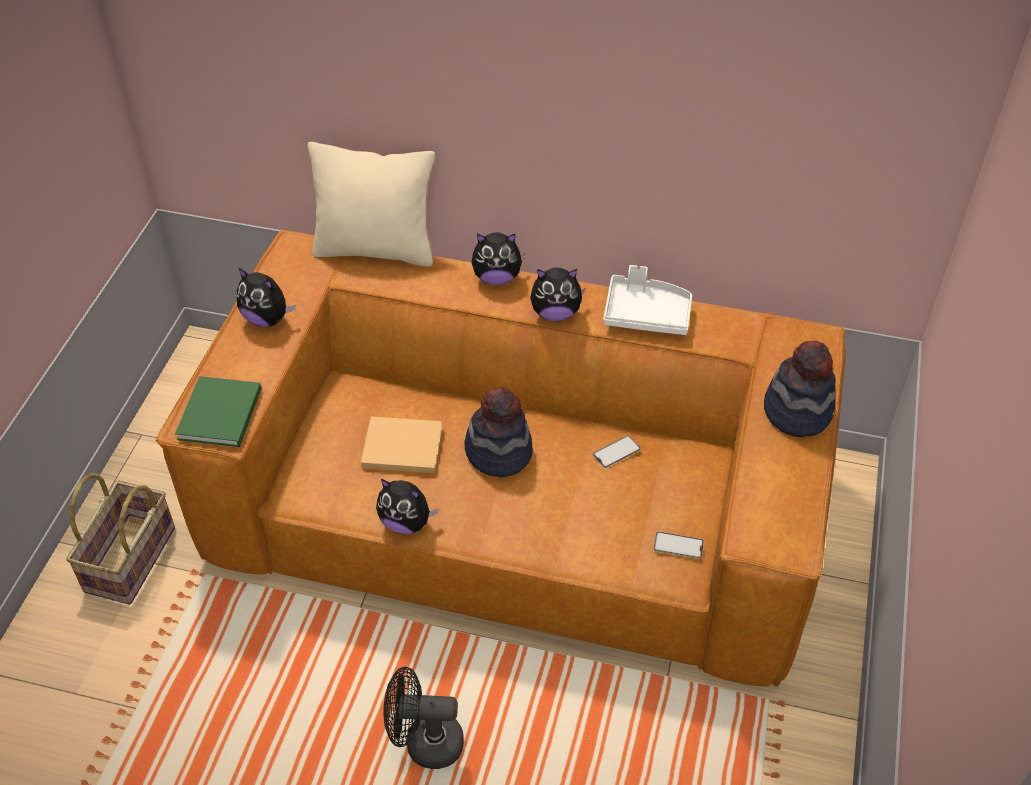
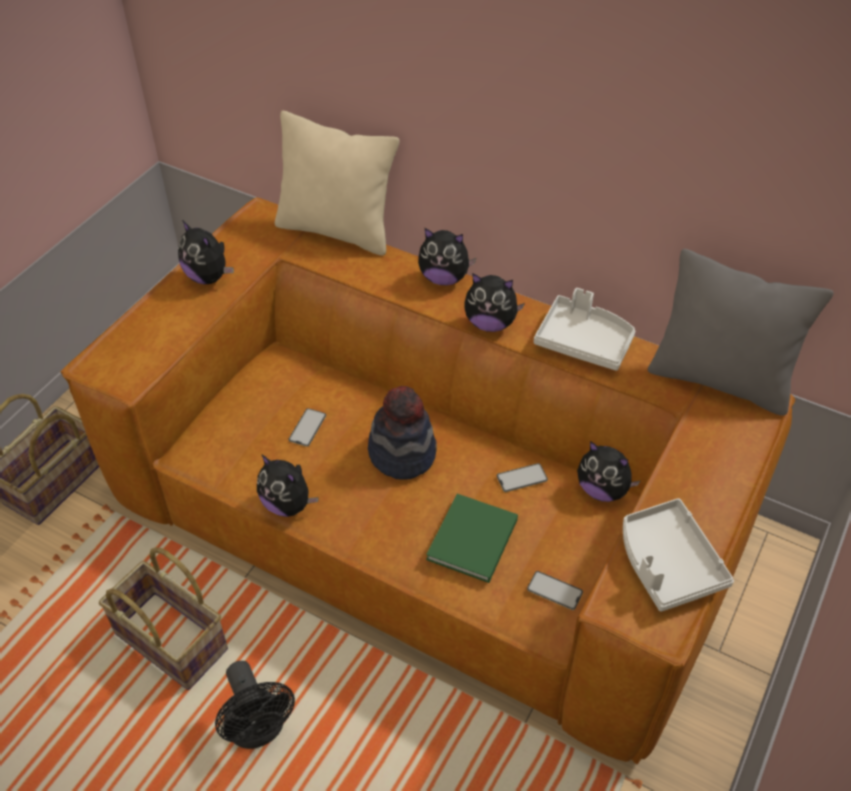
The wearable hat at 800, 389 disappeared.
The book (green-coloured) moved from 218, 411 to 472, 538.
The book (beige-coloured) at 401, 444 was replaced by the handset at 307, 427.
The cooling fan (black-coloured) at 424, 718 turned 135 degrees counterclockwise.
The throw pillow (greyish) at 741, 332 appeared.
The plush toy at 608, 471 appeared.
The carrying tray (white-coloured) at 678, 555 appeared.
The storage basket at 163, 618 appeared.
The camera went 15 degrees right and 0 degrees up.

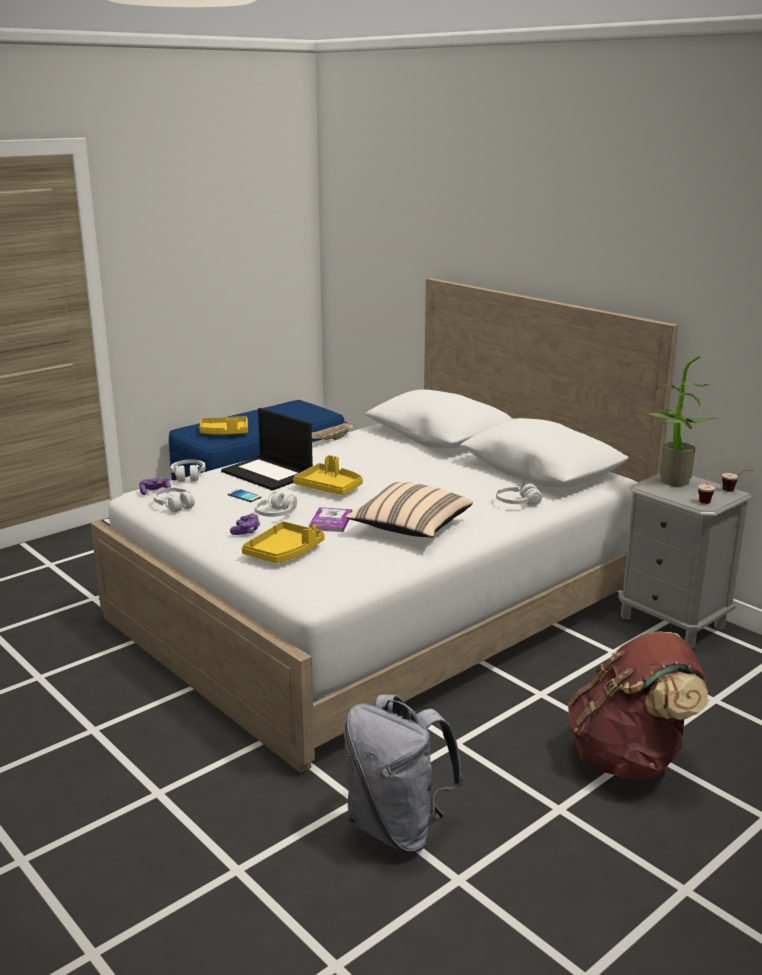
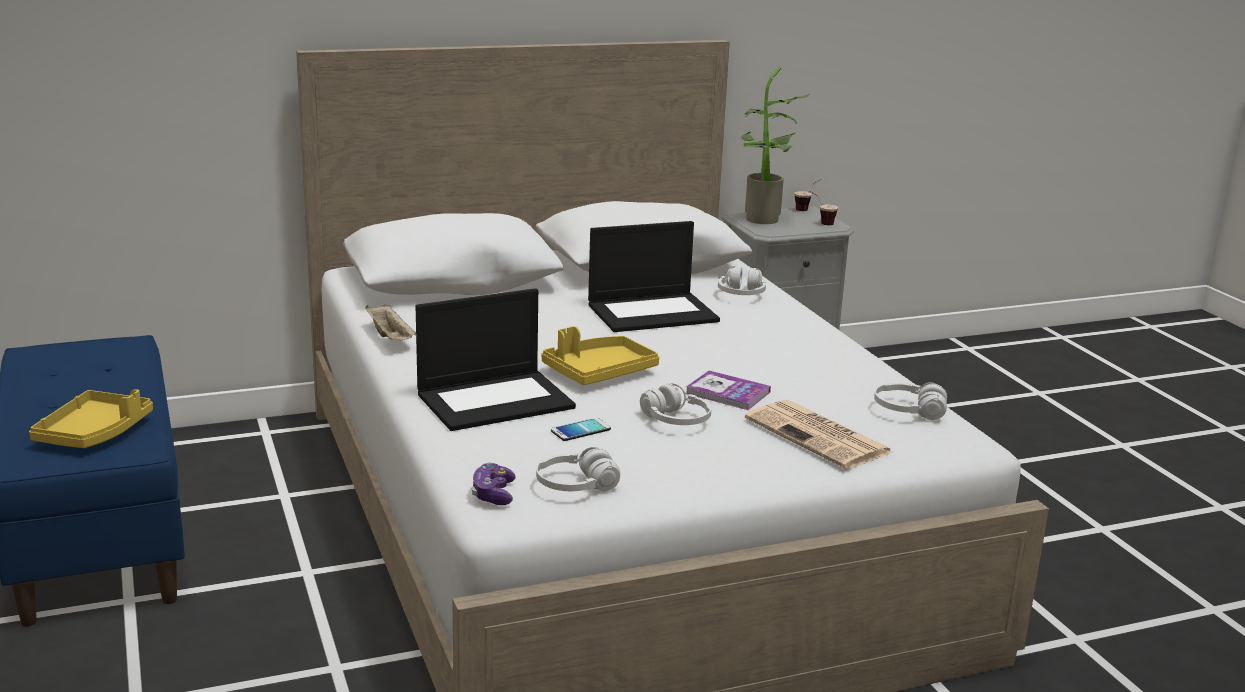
The headset (white-coloured) moved from 188, 471 to 910, 401.
The throw pillow (beige-coloured) at 409, 509 disappeared.
The joypad at 245, 524 disappeared.
The carrying tray (yellowish) at 283, 542 was replaced by the newspaper at 819, 434.
The knapsack (brown) at 638, 705 disappeared.
The knapsack (greyish) at 403, 774 disappeared.
The notebook computer at 654, 276 appeared.
The camera went 70 degrees left and 0 degrees up.

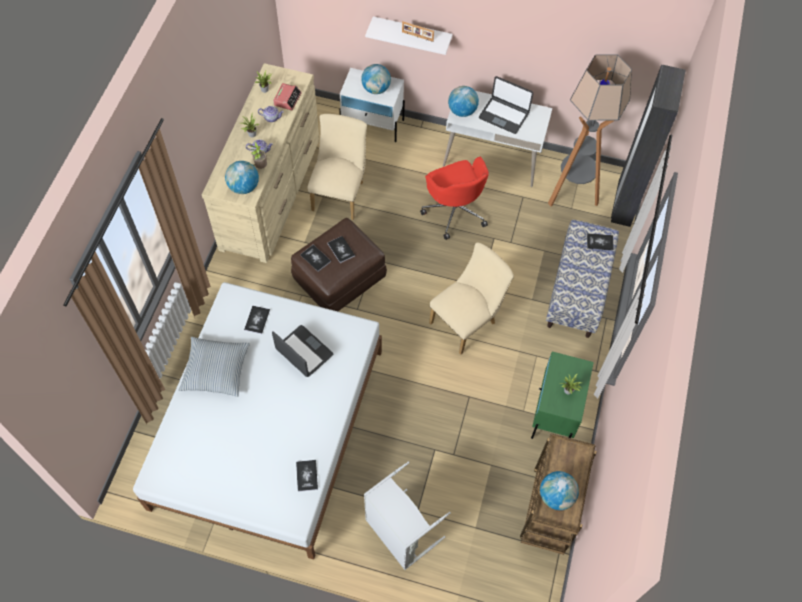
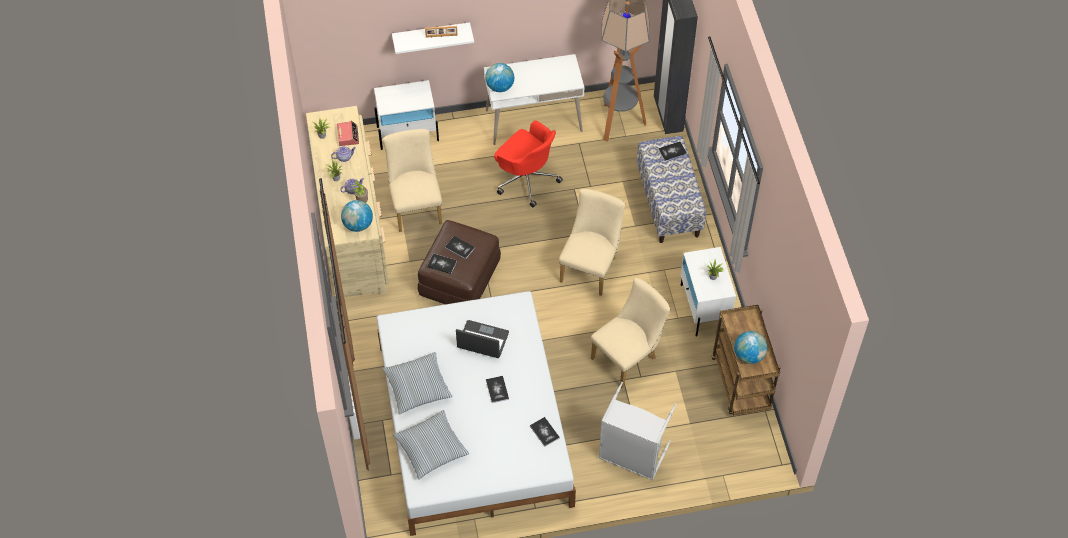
The globe at 376, 79 disappeared.
The notebook computer at 506, 105 disappeared.
The book moved from 257, 319 to 497, 389.
The nightstand (green-coloured) at 562, 395 became the nightstand (white-coloured) at 708, 292.
The upright chair (beige-coloured) at 630, 333 appeared.
The throw pillow at 431, 445 appeared.
The camera went 25 degrees left and 5 degrees down.

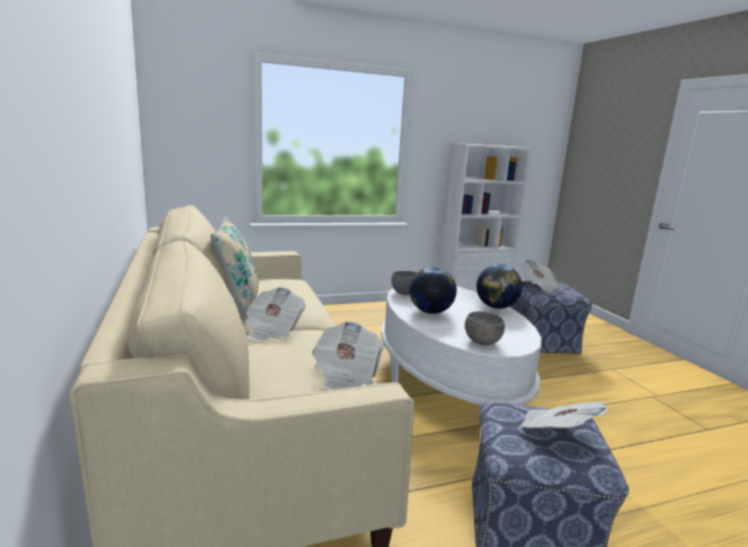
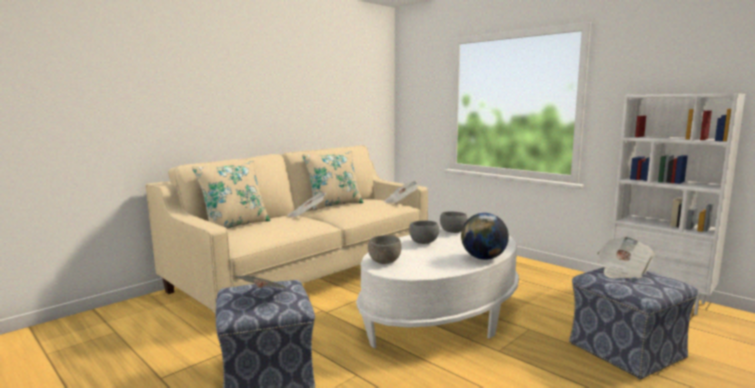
The globe at 433, 290 was replaced by the deep dish (greyish) at 424, 232.
The newspaper moved from 348, 356 to 400, 192.
The throw pillow (beige-coloured) at 231, 194 appeared.
The camera went 65 degrees right and 5 degrees down.

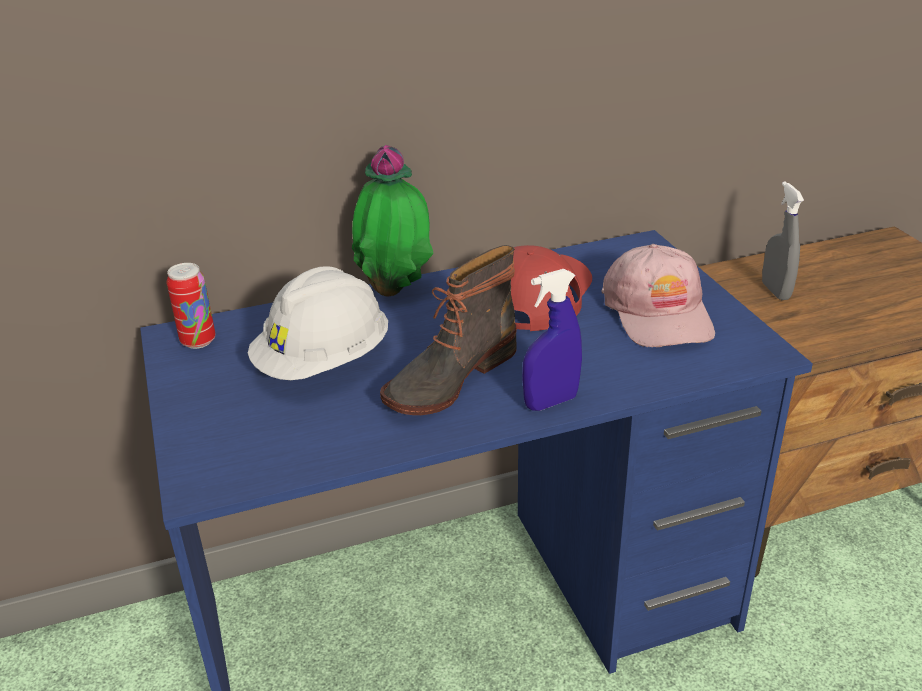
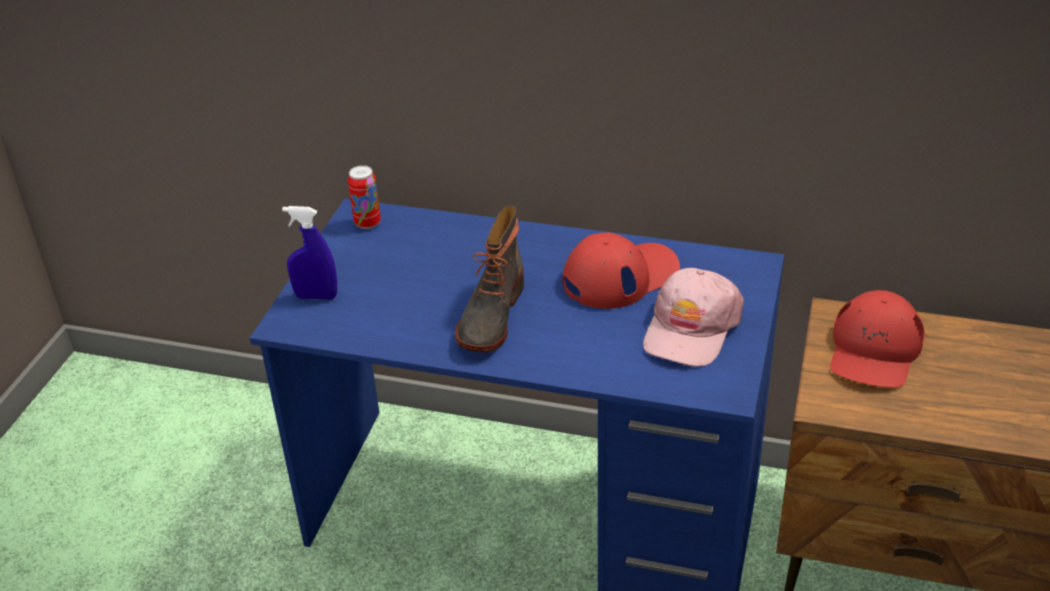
The plant in a pot at 393, 221 disappeared.
The hand sprayer (greyish) at 783, 240 was replaced by the peaked cap (red-coloured) at 877, 339.
The boot at 448, 330 turned 60 degrees counterclockwise.
The work helmet (white-coloured) at 318, 323 disappeared.
The hand sprayer (blue-coloured) moved from 552, 340 to 309, 253.
The camera went 35 degrees right and 5 degrees up.

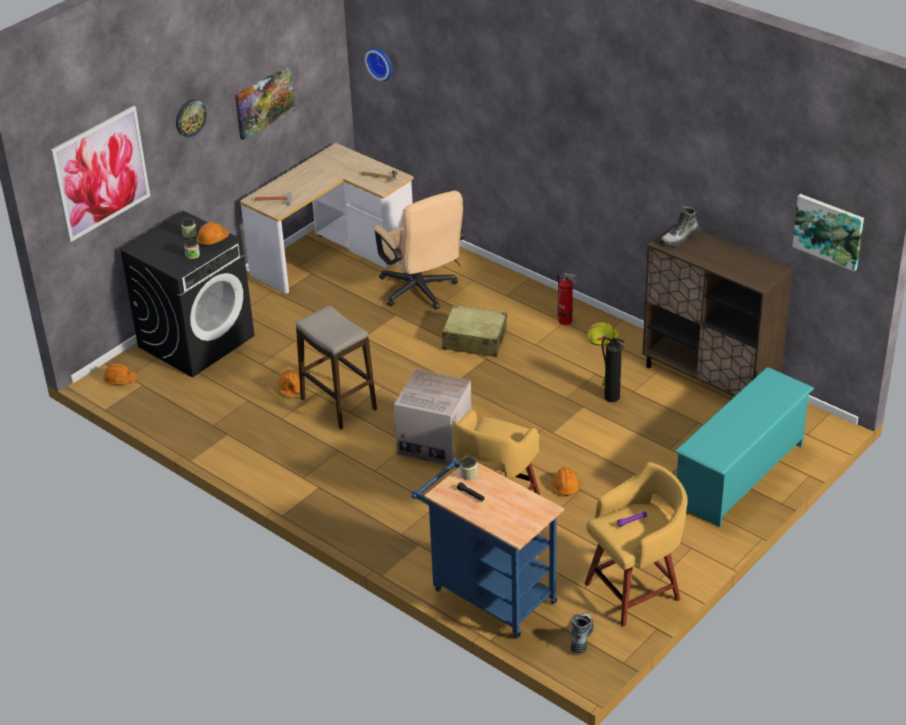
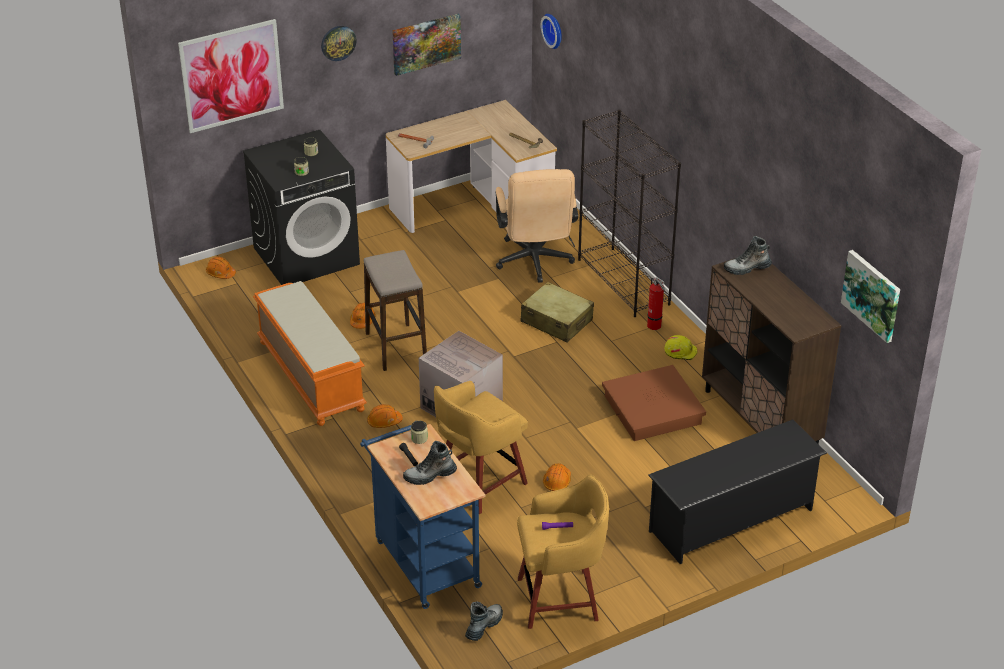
The work helmet (orange) moved from 212, 234 to 385, 416.
The fire extinguisher at 613, 369 was replaced by the storage box (brown) at 654, 403.
The shoe rack (blue-green) at 744, 447 became the shoe rack (black-coloured) at 737, 491.
The shelving unit (black-coloured) at 629, 213 appeared.
The bench (orange) at 310, 353 appeared.
The boot at 430, 463 appeared.
The camera went 20 degrees right and 0 degrees up.

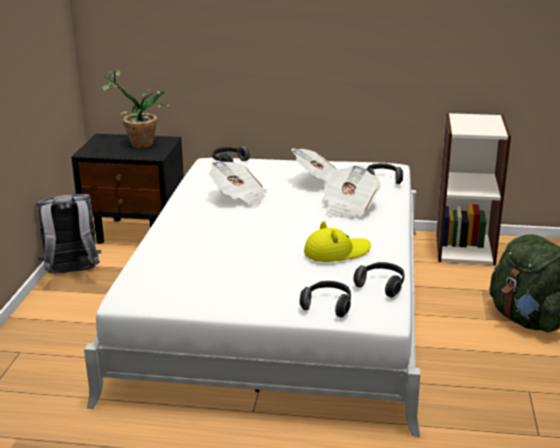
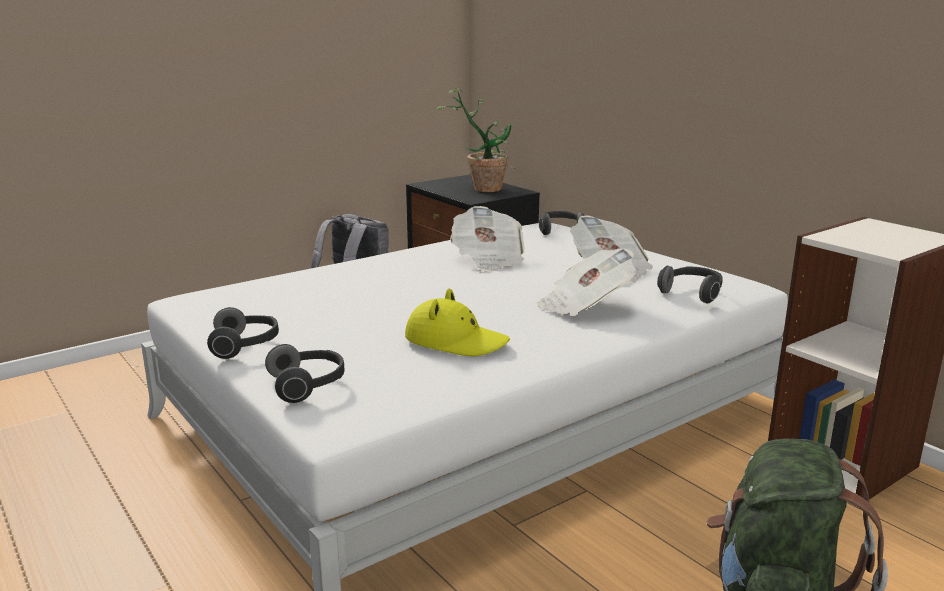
The headset moved from 378, 280 to 243, 333.
The camera went 45 degrees right and 5 degrees down.

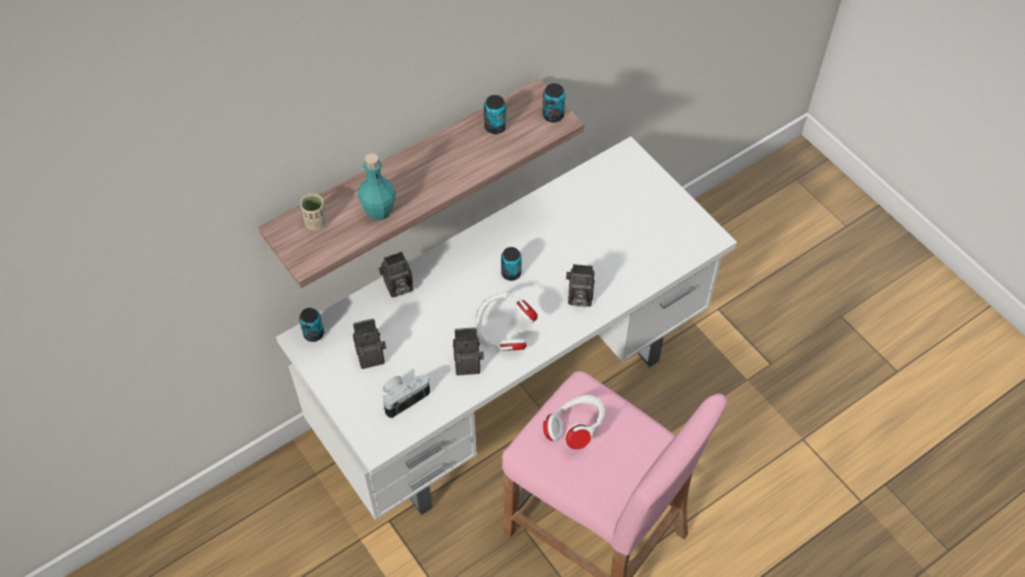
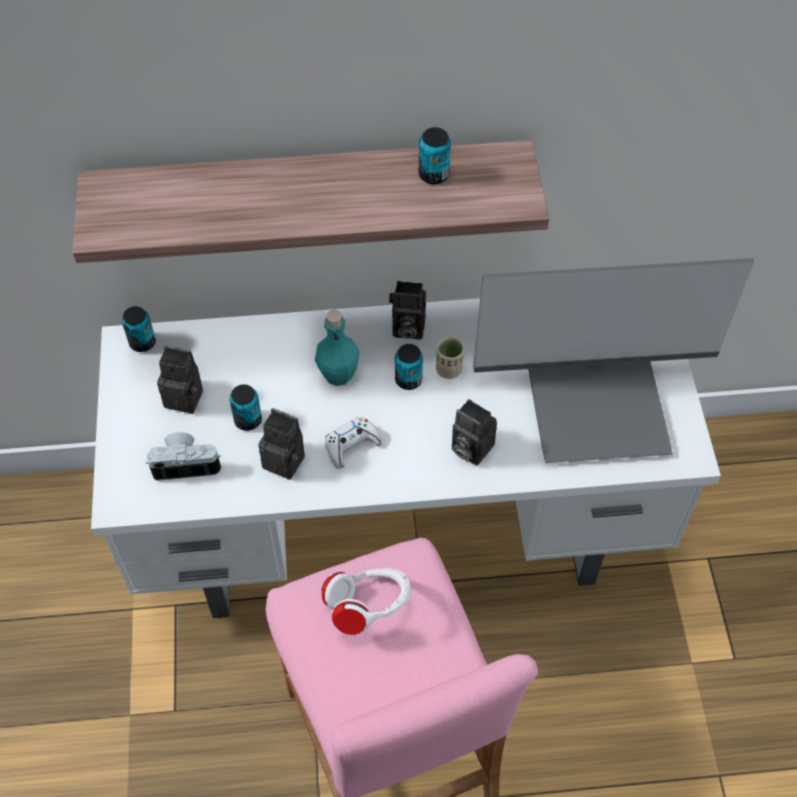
The can moved from 553, 102 to 245, 407.
The drink bottle (blue-green) moved from 377, 186 to 337, 347.
The cup (beige-coloured) moved from 313, 212 to 450, 358.
The photo camera moved from 395, 274 to 407, 310.
The headset (white-coloured) at 506, 322 was replaced by the joypad (white-coloured) at 353, 443.
The monitor at 613, 360 appeared.
The camera went 30 degrees right and 0 degrees up.

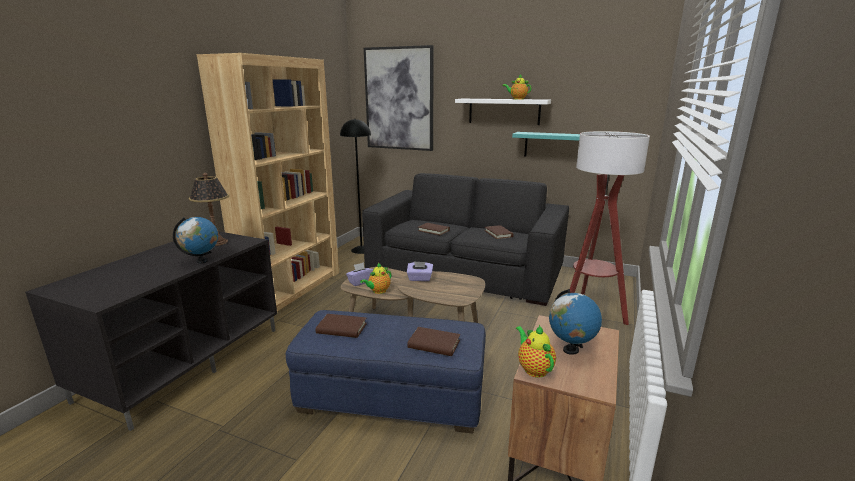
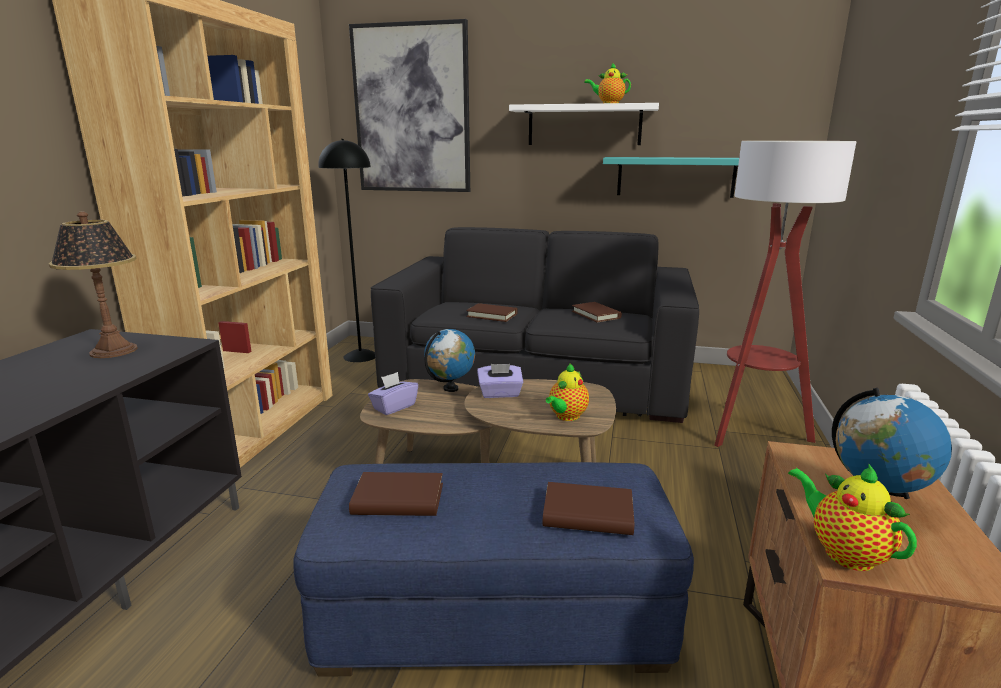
The globe moved from 195, 240 to 449, 360.
The tea pot moved from 375, 278 to 567, 392.
The camera went 10 degrees left and 0 degrees up.

